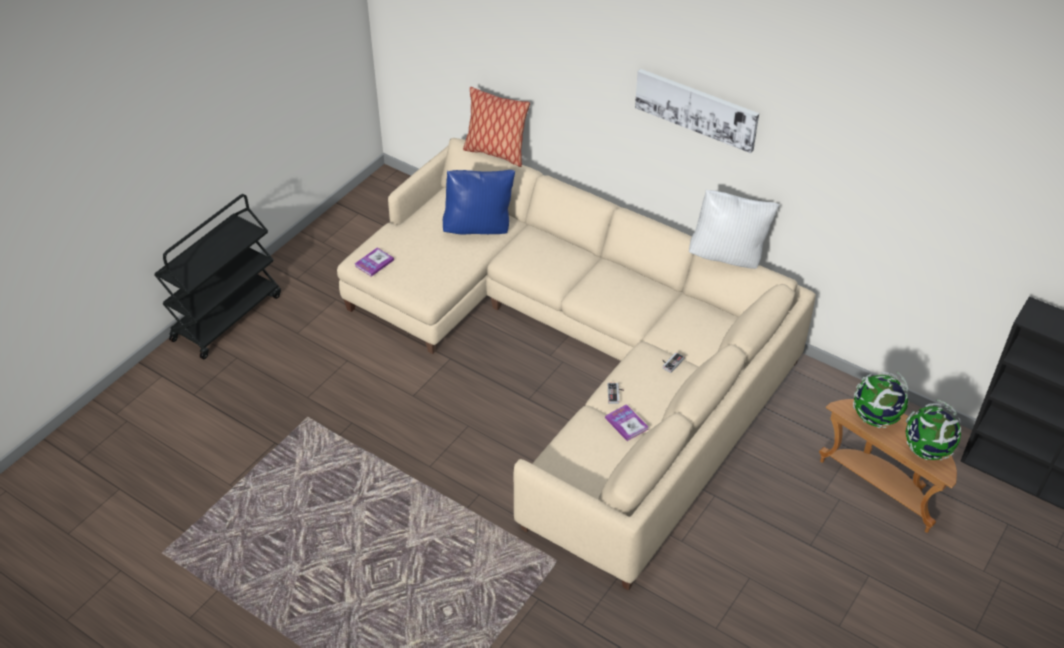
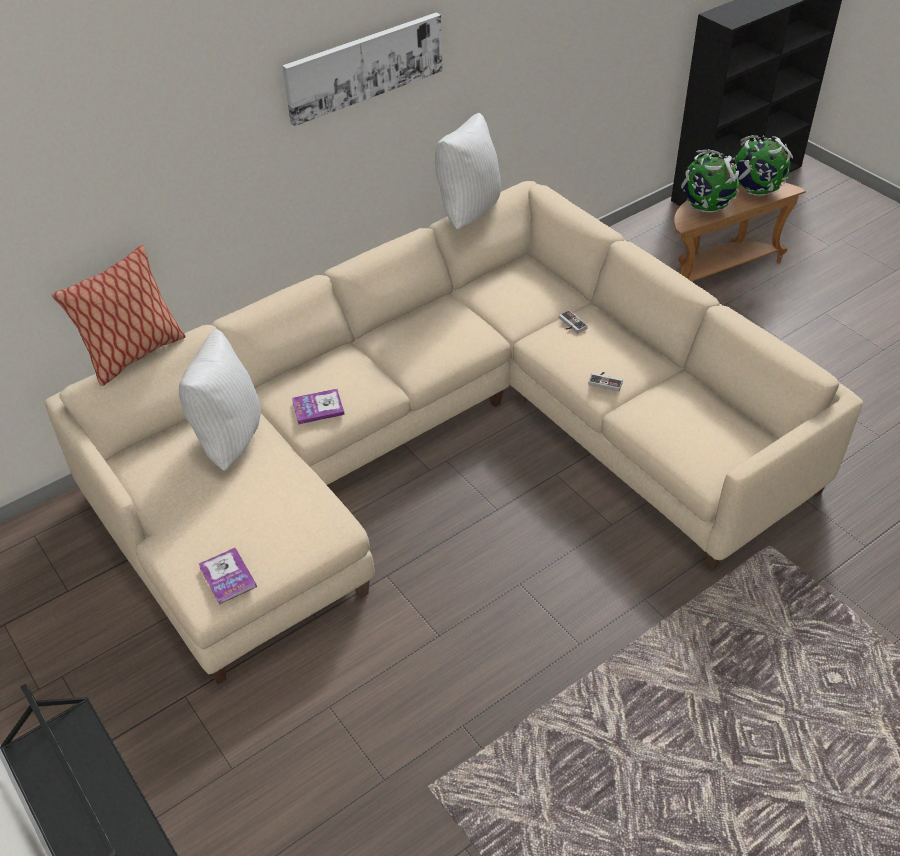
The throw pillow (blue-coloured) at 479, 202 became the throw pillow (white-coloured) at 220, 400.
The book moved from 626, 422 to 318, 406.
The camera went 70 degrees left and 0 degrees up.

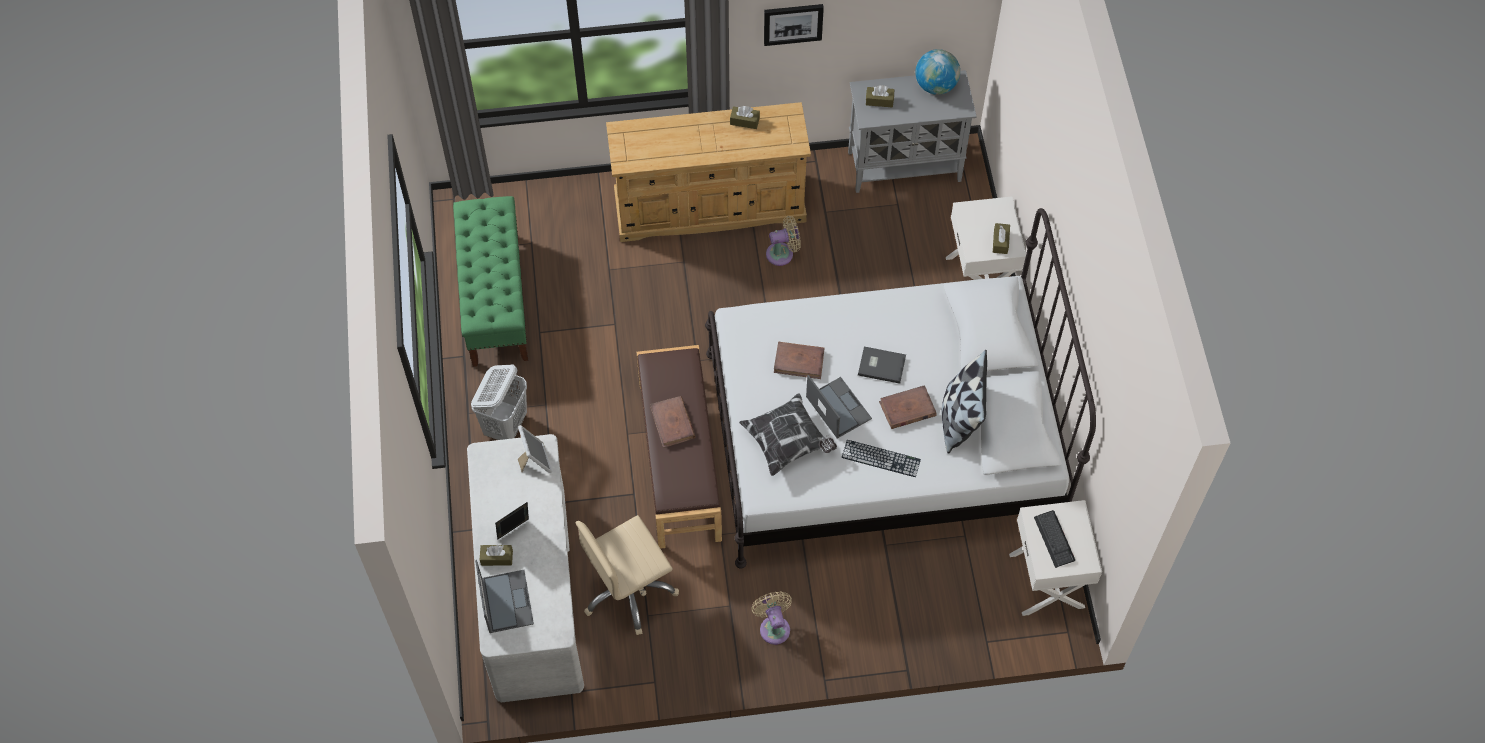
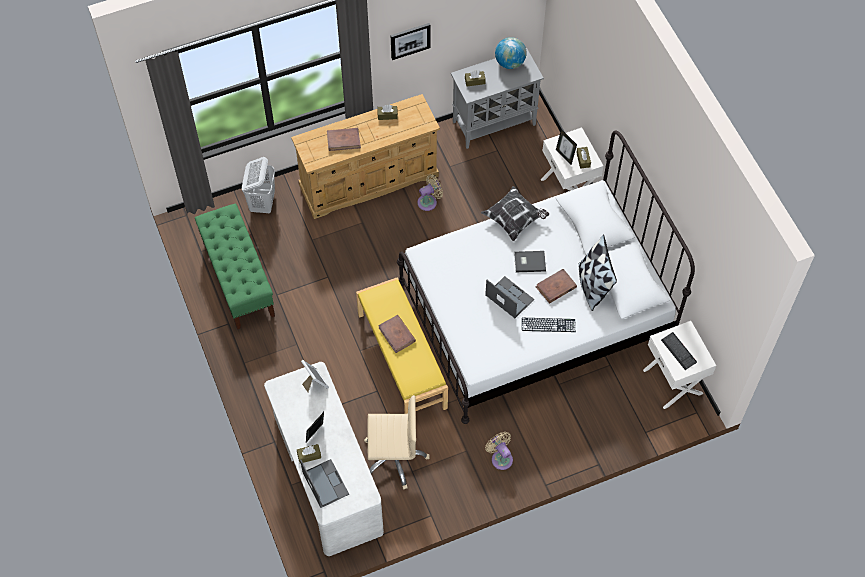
The book (brown) moved from 799, 360 to 344, 139.
The bench (brown) at 679, 447 became the bench (yellowish) at 402, 345.
The hamper (white-coloured) moved from 499, 402 to 258, 185.
The throw pillow moved from 788, 434 to 515, 213.
The desk chair (beige-coloured) at 627, 575 turned 135 degrees counterclockwise.
The photo frame at 566, 147 appeared.
The camera went 15 degrees left and 0 degrees up.

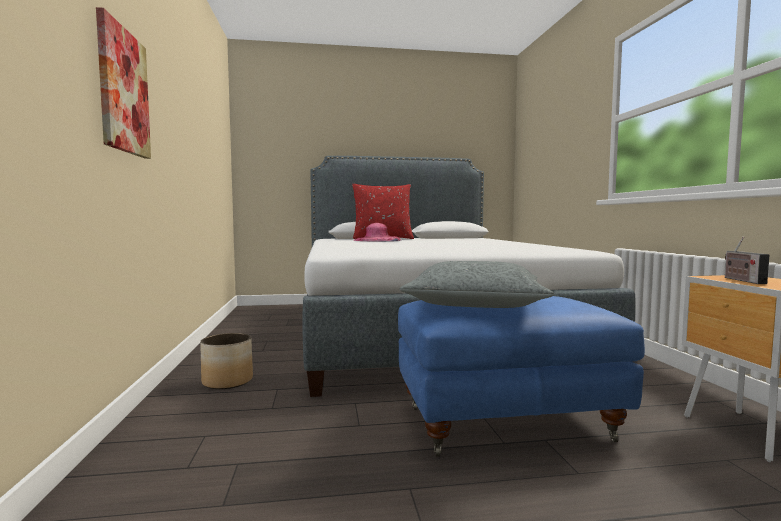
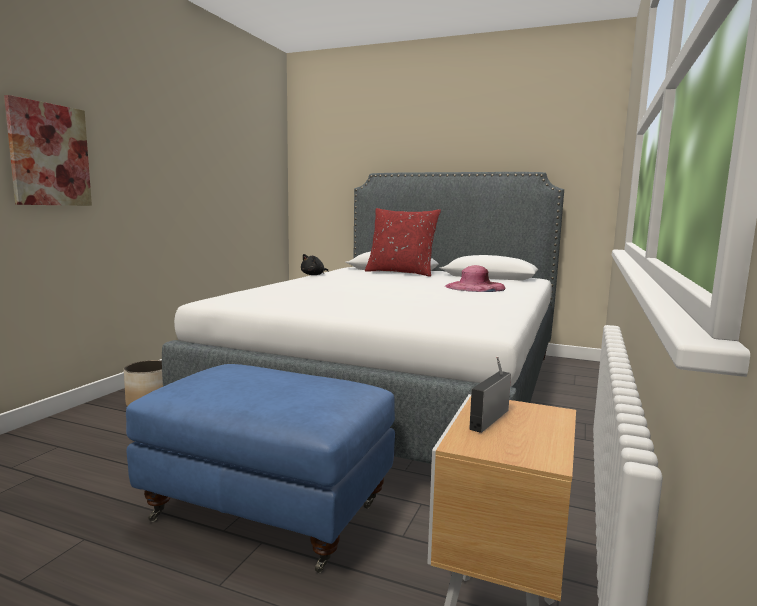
The wearable hat (pink-coloured) moved from 377, 232 to 475, 278.
The throw pillow (greyish) at 477, 284 disappeared.
The plush toy (black-coloured) at 314, 264 appeared.
The camera went 30 degrees right and 5 degrees up.

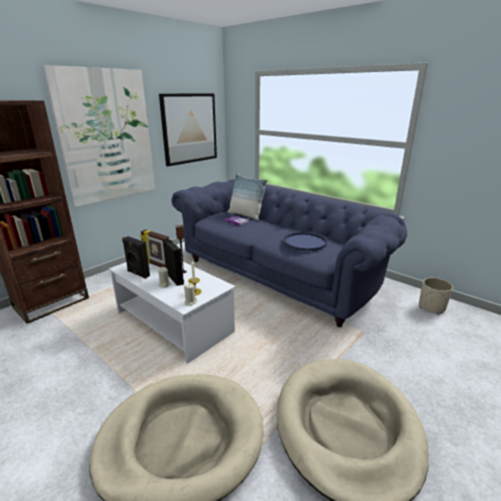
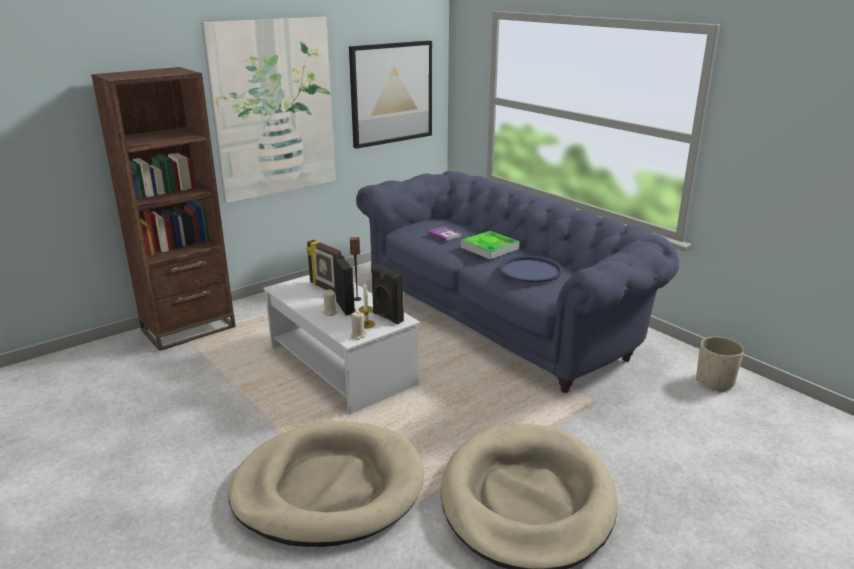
The throw pillow at 247, 197 disappeared.
The speaker (black-coloured) moved from 136, 257 to 387, 295.
The carrying tray at 490, 245 appeared.
The camera went 10 degrees right and 0 degrees up.

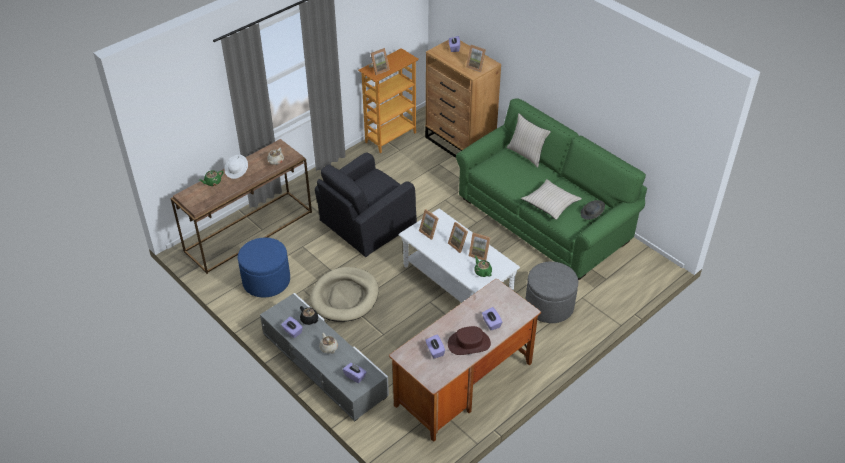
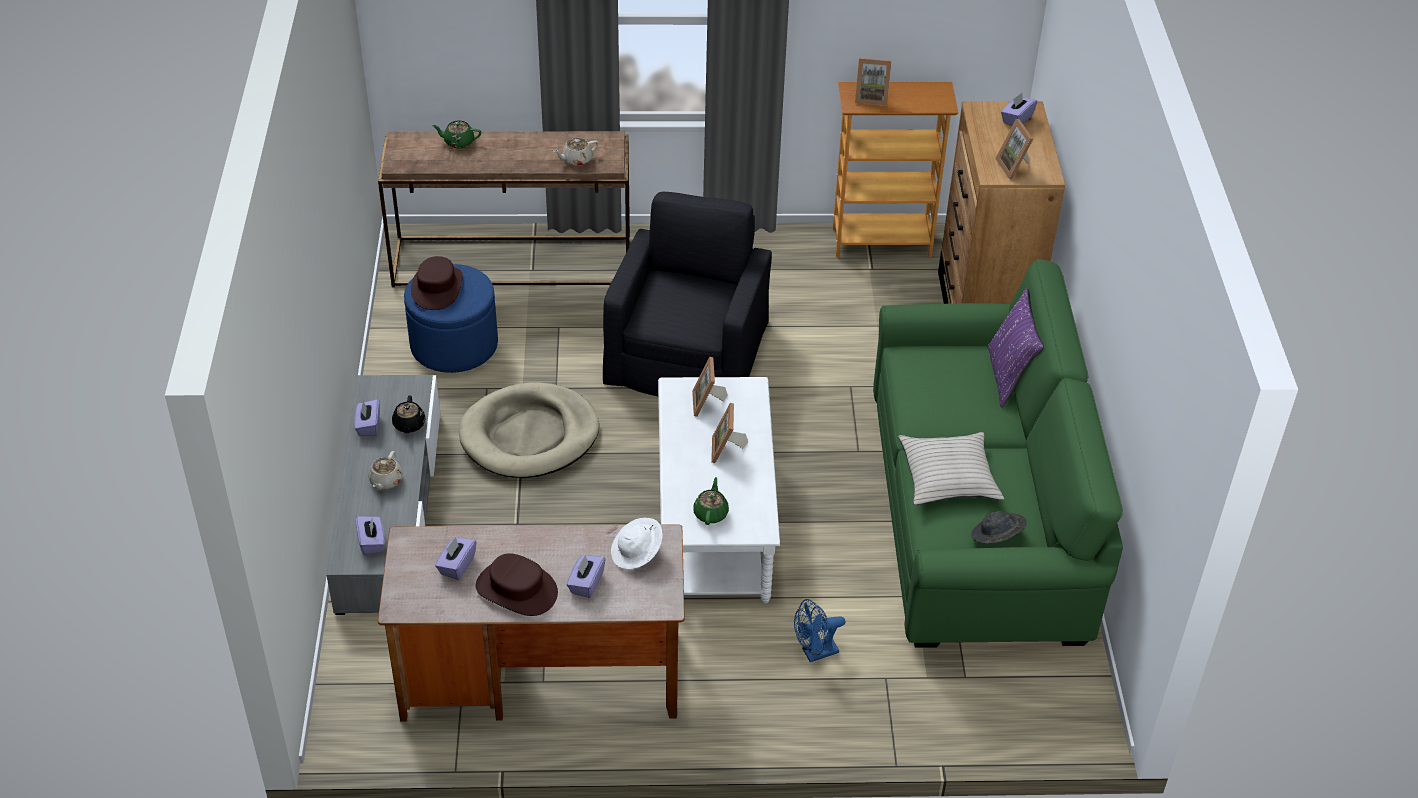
The throw pillow (beige-coloured) at 529, 140 became the throw pillow (purple-coloured) at 1015, 348.
The armchair (black-coloured) at 366, 204 turned 105 degrees clockwise.
The wearable hat (white-coloured) moved from 236, 167 to 637, 544.
The photo frame at 479, 247 disappeared.
The ottoman (greyish) at 551, 292 was replaced by the cooling fan (blue-coloured) at 819, 630.
The wearable hat (brown) at 437, 283 appeared.
The camera went 40 degrees right and 0 degrees up.

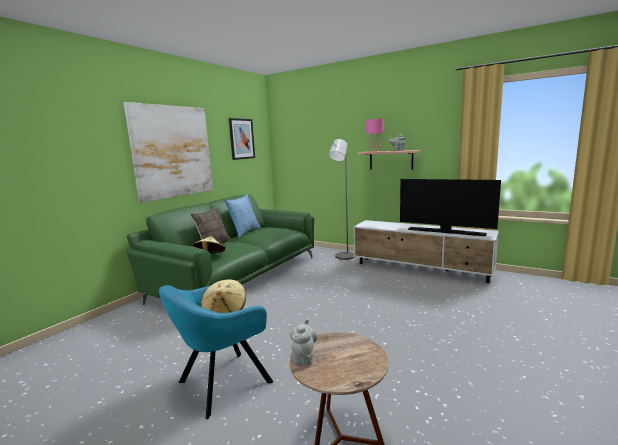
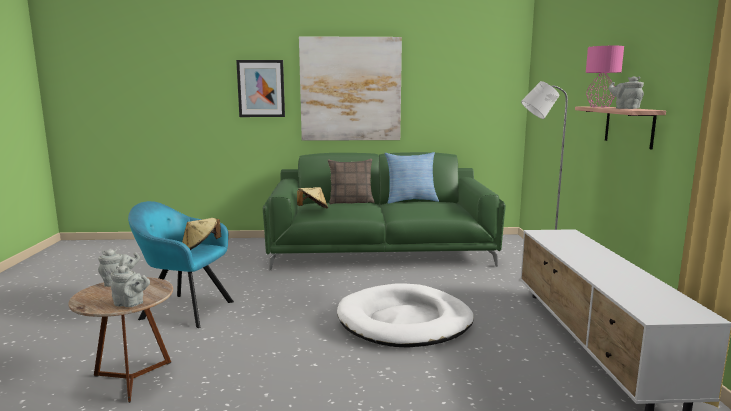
The wall art moved from 242, 139 to 260, 88.
The TV set at 450, 207 disappeared.
The tea pot (greyish) at 130, 286 appeared.
The dog cushion (white-coloured) at 405, 316 appeared.
The camera went 55 degrees right and 0 degrees up.

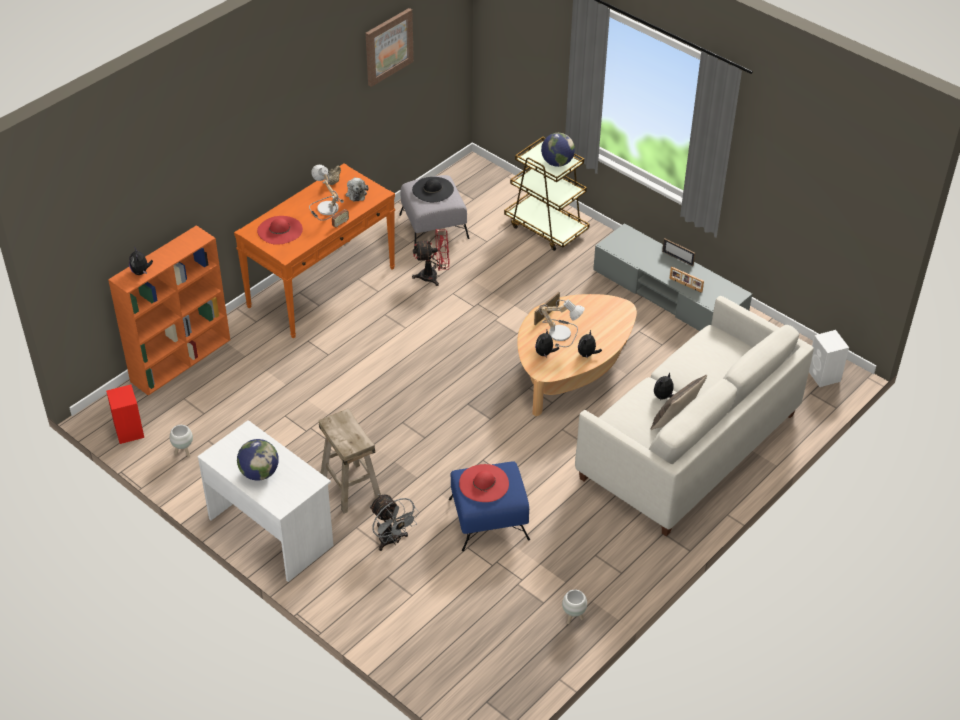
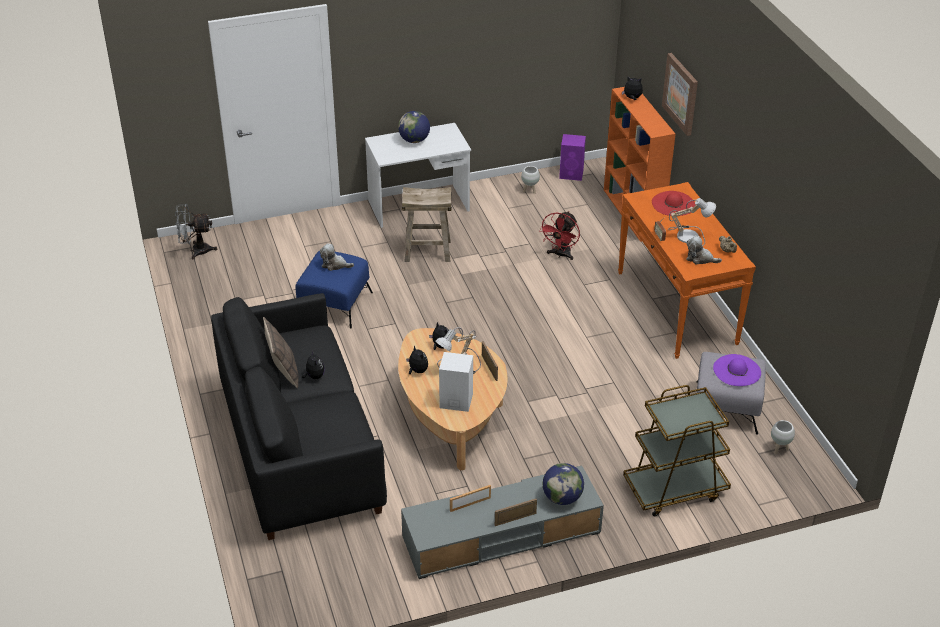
The wall art moved from 390, 47 to 680, 94.
The globe moved from 558, 150 to 563, 484.
The wearable hat (black-coloured) at 433, 189 became the wearable hat (purple-coloured) at 737, 370.
The cooling fan (red-coloured) moved from 431, 257 to 559, 235.
The couch (white-coloured) at 694, 416 became the couch (black-coloured) at 299, 416.
The speaker (white-coloured) moved from 829, 358 to 456, 382.
The speaker (red-coloured) at 125, 414 became the speaker (purple-coloured) at 572, 157.
The wearable hat (red-coloured) at 484, 483 was replaced by the plush toy at 337, 257.
The cooling fan (greyish) moved from 395, 522 to 196, 231.
The planter (white-coloured) moved from 574, 607 to 783, 437.
The camera went 120 degrees right and 5 degrees down.

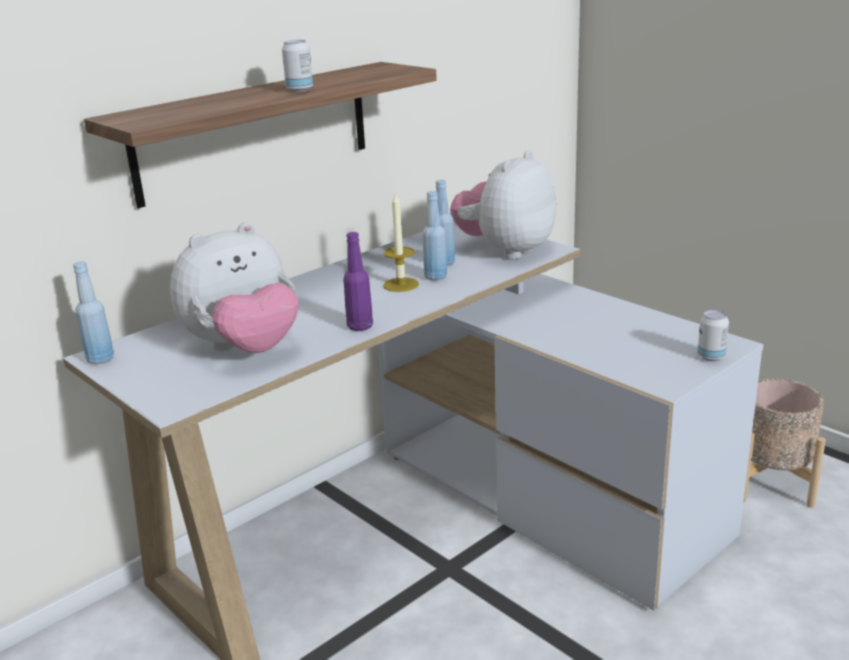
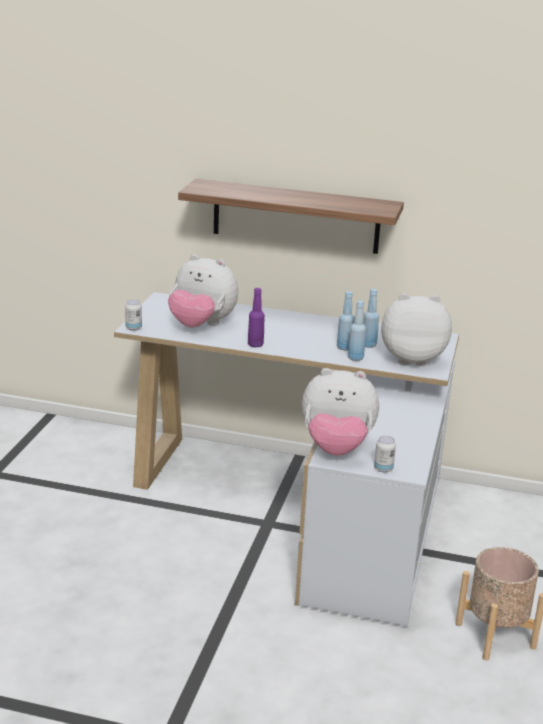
The can moved from 297, 66 to 133, 315.
The wax candle at 401, 242 disappeared.
The drink bottle (blue-coloured) moved from 93, 313 to 357, 330.
The plush toy at 340, 412 appeared.
The camera went 55 degrees right and 0 degrees up.

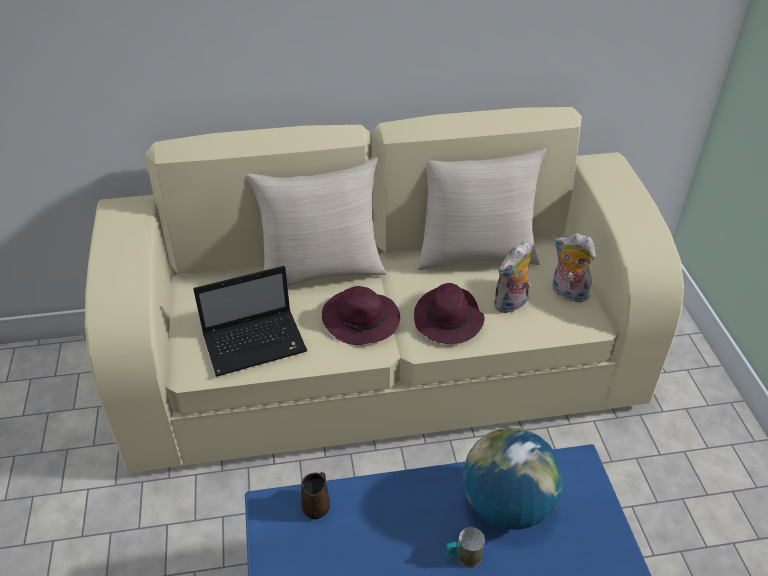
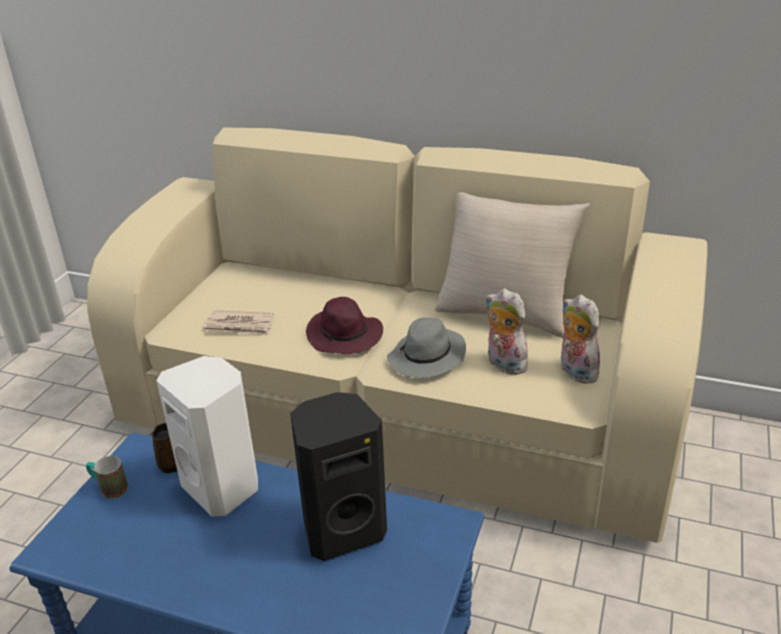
The throw pillow (beige-coloured) at 316, 222 disappeared.
The plush toy at 512, 277 turned 60 degrees clockwise.
The notebook computer at 250, 321 was replaced by the newspaper at 239, 323.
The wearable hat (purple-coloured) at 449, 313 became the wearable hat (greyish) at 426, 347.
The globe at 513, 478 was replaced by the speaker (black-coloured) at 338, 476.
The mug moved from 465, 547 to 107, 477.
The speaker (white-coloured) at 207, 436 appeared.
The camera went 30 degrees right and 10 degrees down.

